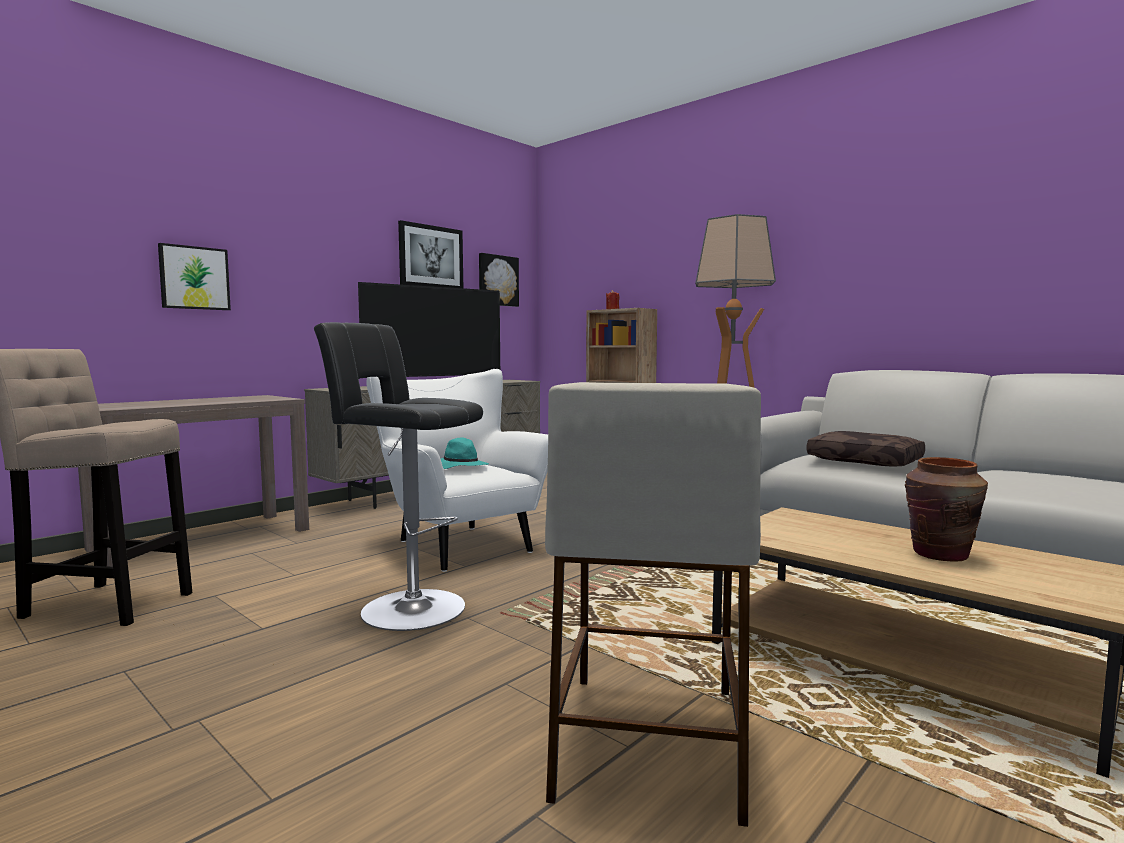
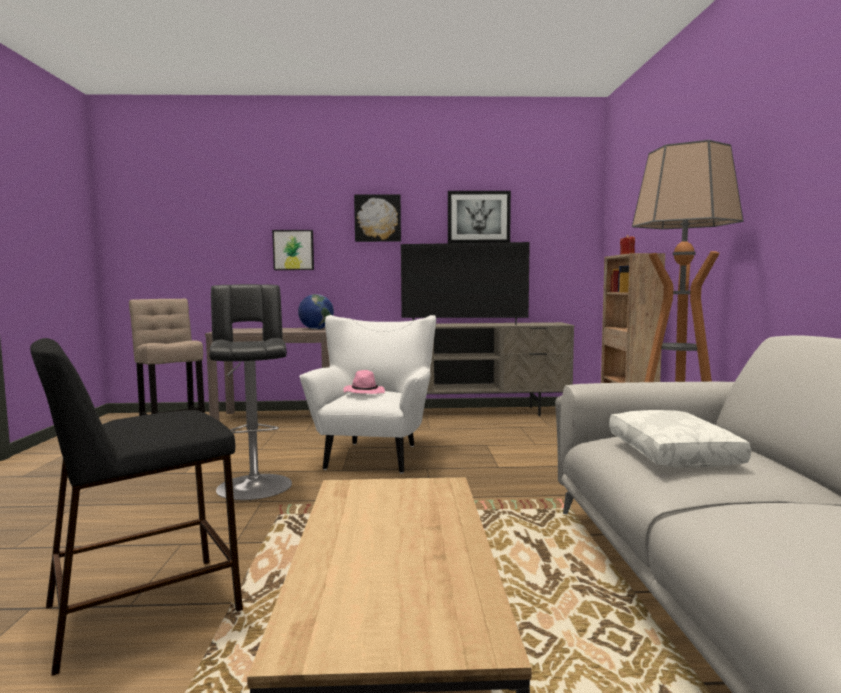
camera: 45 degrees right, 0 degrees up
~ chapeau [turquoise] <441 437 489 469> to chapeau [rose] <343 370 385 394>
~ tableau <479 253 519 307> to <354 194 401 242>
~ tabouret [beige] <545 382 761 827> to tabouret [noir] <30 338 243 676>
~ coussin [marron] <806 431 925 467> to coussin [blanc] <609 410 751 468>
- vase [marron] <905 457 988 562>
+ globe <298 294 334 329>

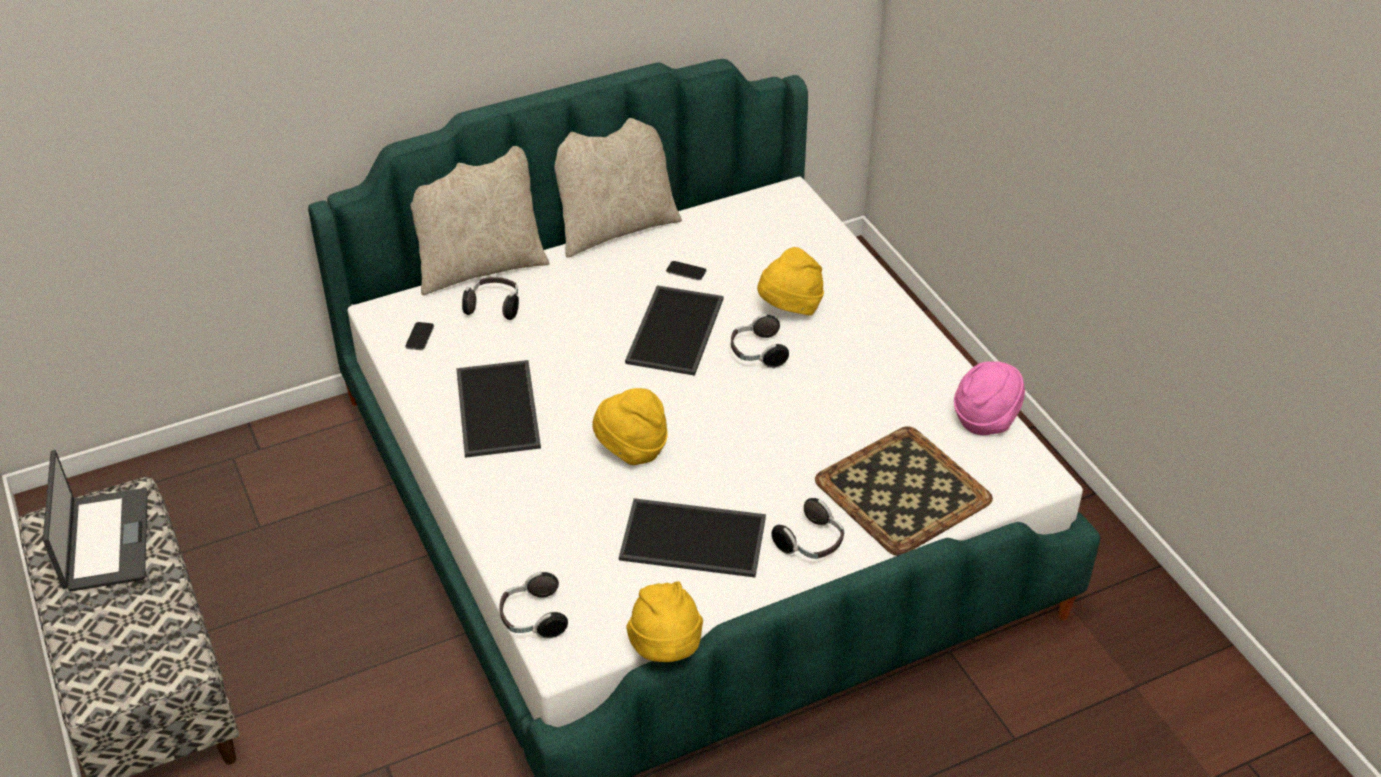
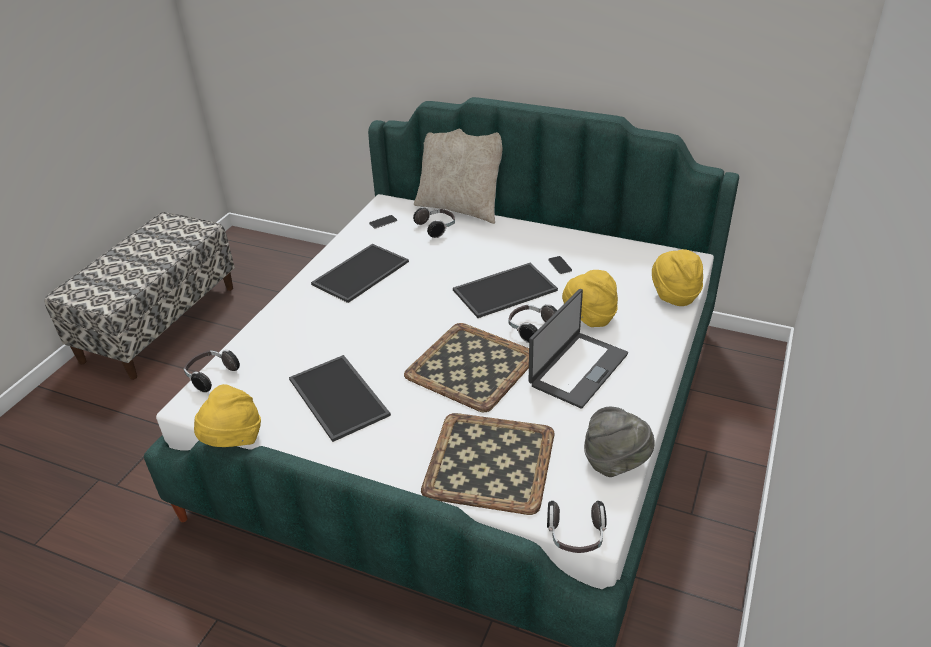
camera: 50 degrees right, 5 degrees down
~ ordinateur portable <43 450 148 592> to <529 289 628 409>
- coussin [beige] <554 118 682 258>
~ chapeau [jaune] <592 388 668 465> to <652 249 703 306>
~ casque audio <772 498 844 559> to <547 501 607 553>
~ chapeau [rose] <954 361 1025 435> to chapeau [gris] <584 407 655 477>
+ plateau <404 323 529 412>

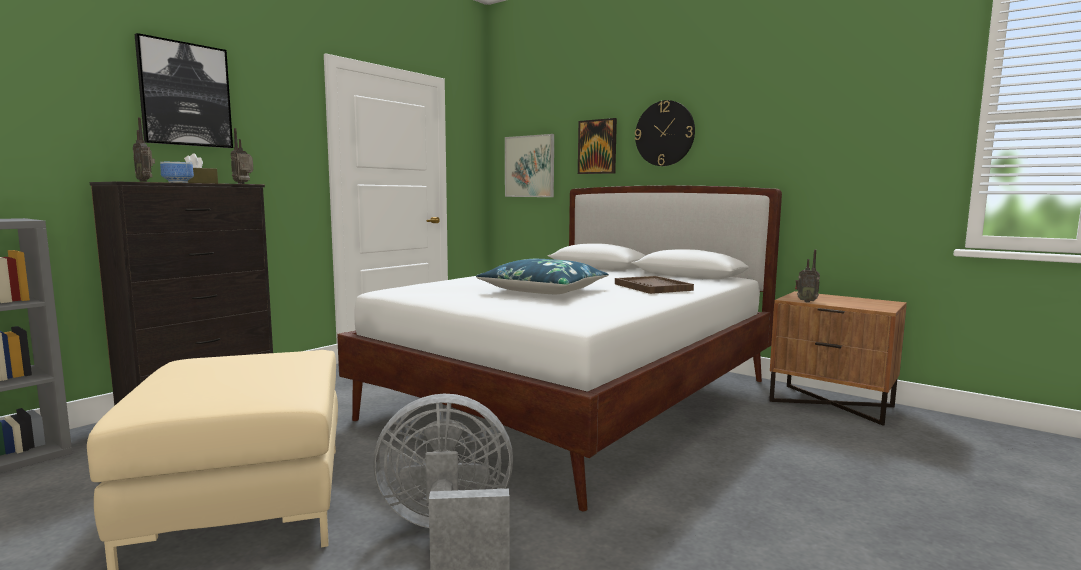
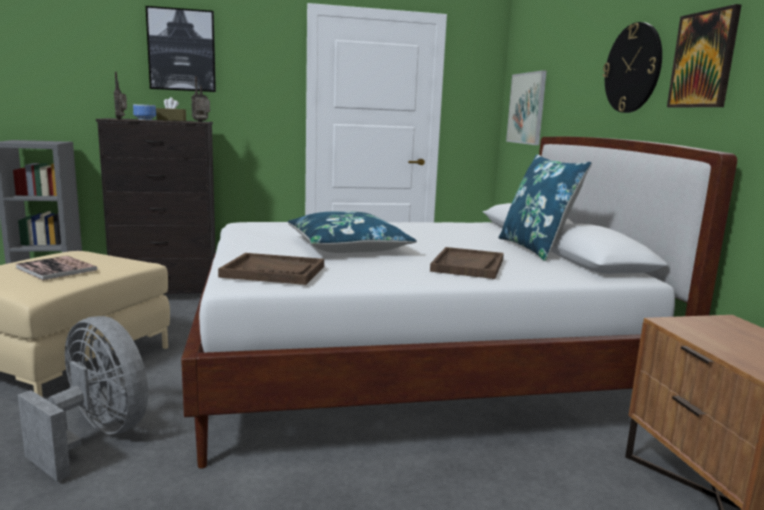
camera: 40 degrees right, 5 degrees up
~ tableau <578 118 617 174> to <667 4 741 108>
- radio <795 249 820 303>
+ livre <16 256 98 280>
+ plateau [marron] <218 253 324 285>
+ coussin [bleu] <499 154 592 261>

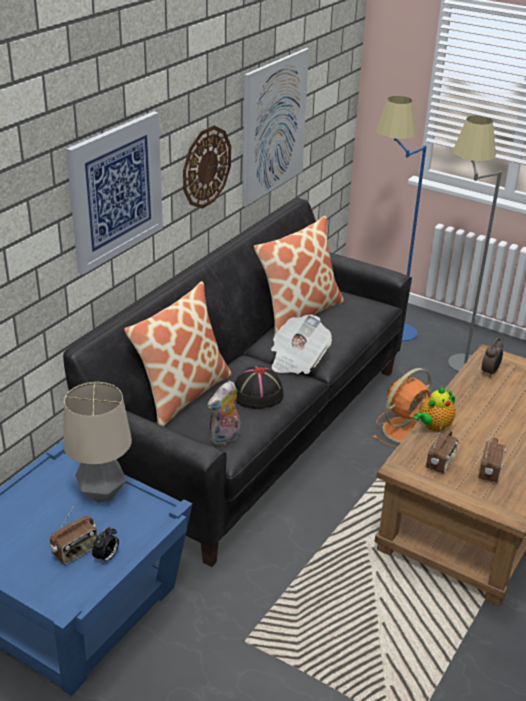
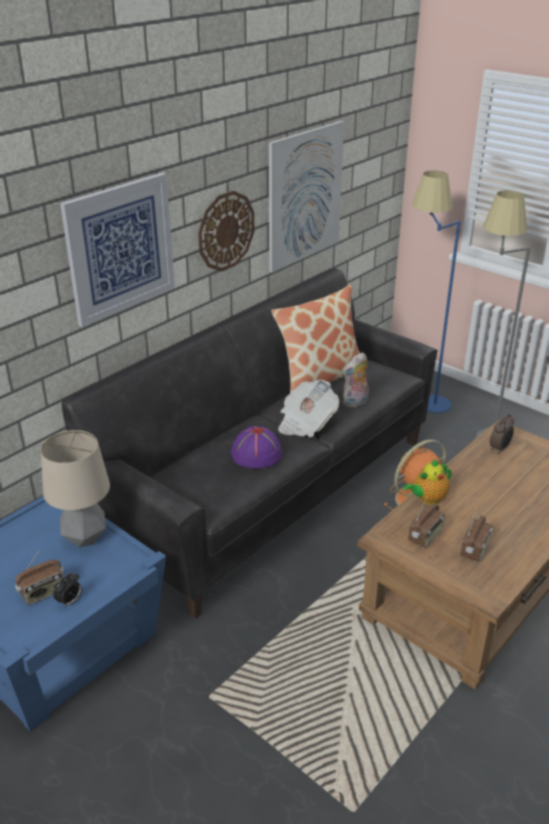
camera: 10 degrees right, 0 degrees up
- coussin <124 281 232 427>
~ peluche <207 381 240 445> to <342 352 369 408>
~ chapeau [noir] <234 366 284 409> to chapeau [violet] <231 426 282 469>

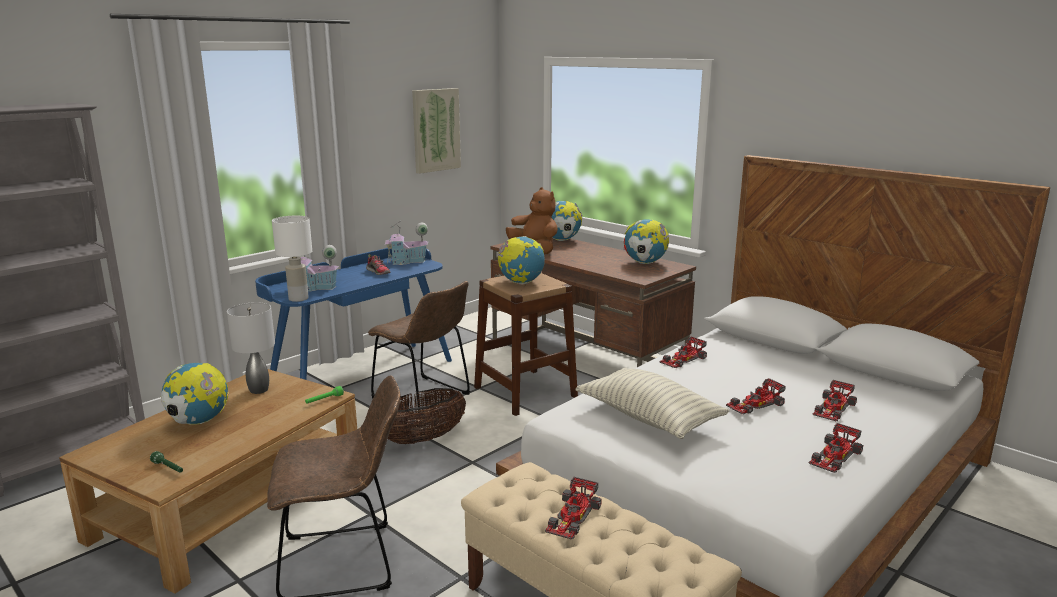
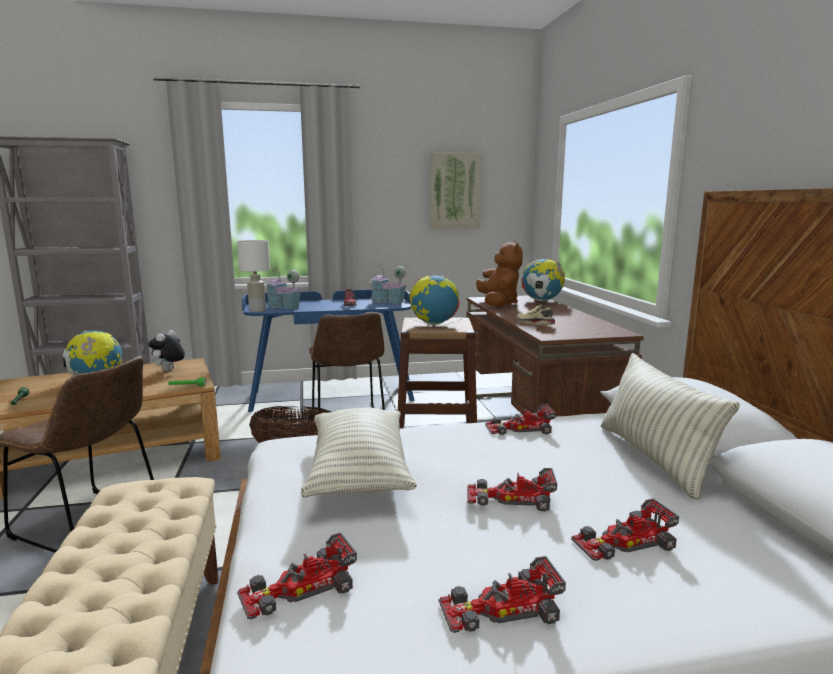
camera: 35 degrees right, 5 degrees down
~ lampe de table [gris] <227 302 275 394> to peluche <148 330 185 371>
~ petite voiture <545 477 602 540> to <237 532 357 620>
- globe <624 219 669 264>
+ chaussure [beige] <516 305 555 325>
+ coussin <601 353 740 500>

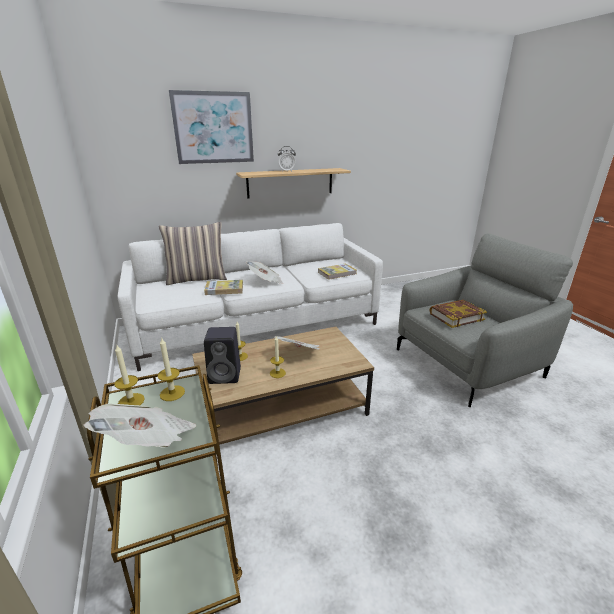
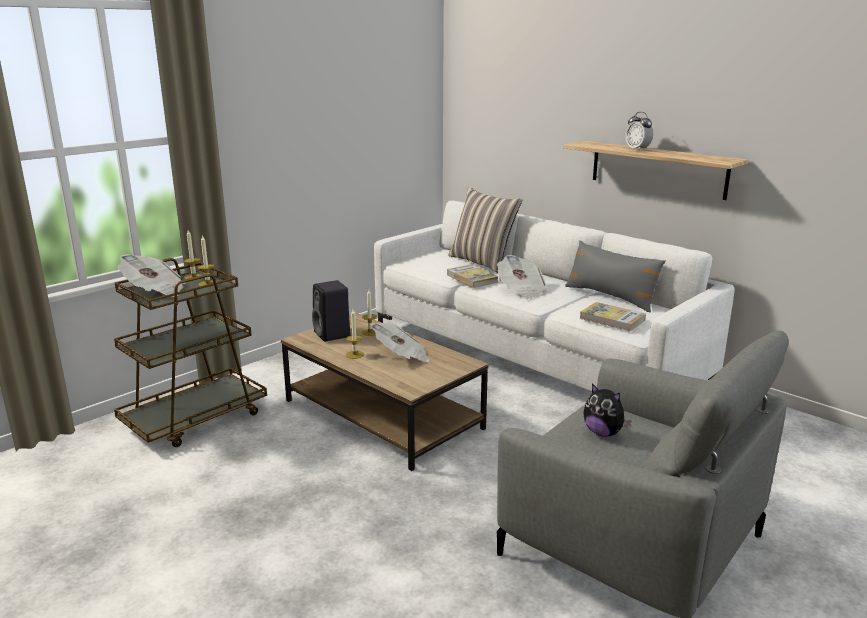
camera: 65 degrees right, 5 degrees down
- tableau <169 90 254 164>
~ livre <429 300 487 328> to peluche <583 383 631 437>
+ coussin [gris] <565 240 666 312>

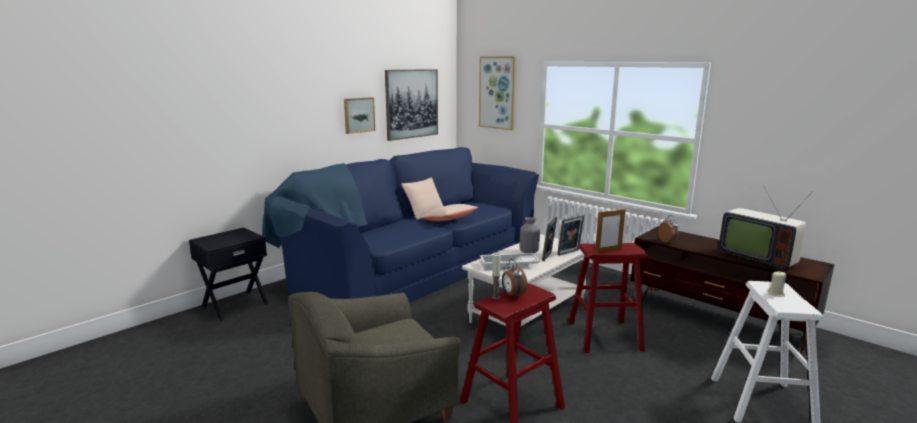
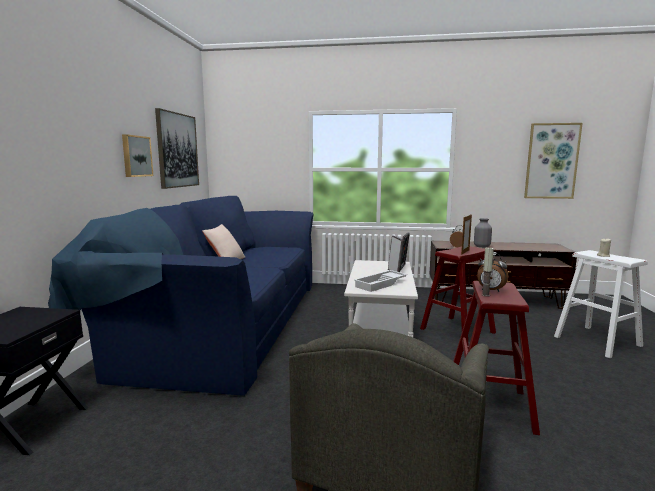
camera: 35 degrees left, 5 degrees down
- coussin [beige] <420 204 478 221>
~ tableau <479 56 516 130> to <524 123 583 199>
~ vase [gris] <520 217 540 253> to <474 218 492 248>
- téléviseur <719 187 813 271>

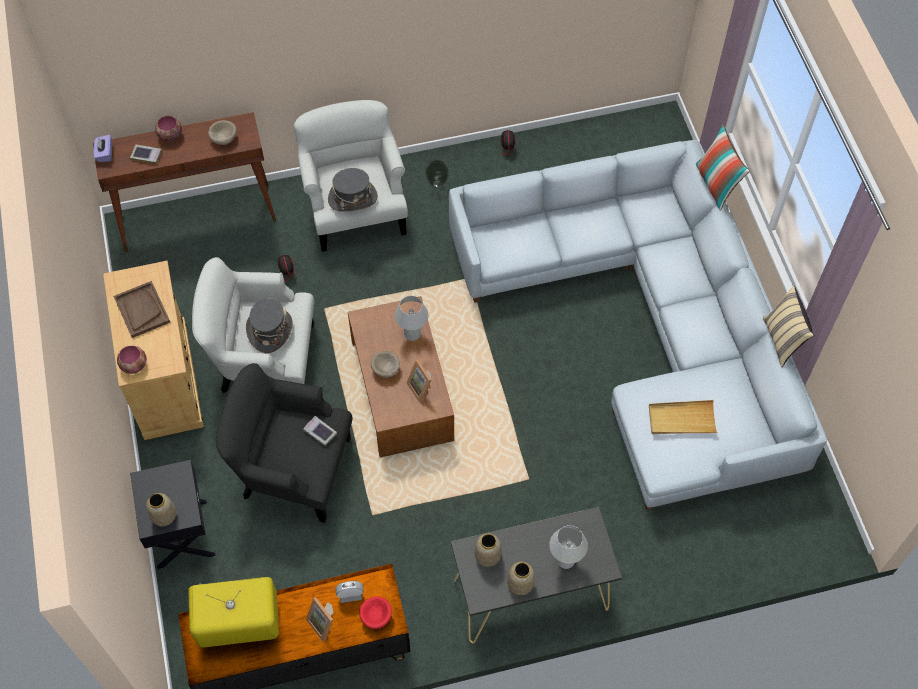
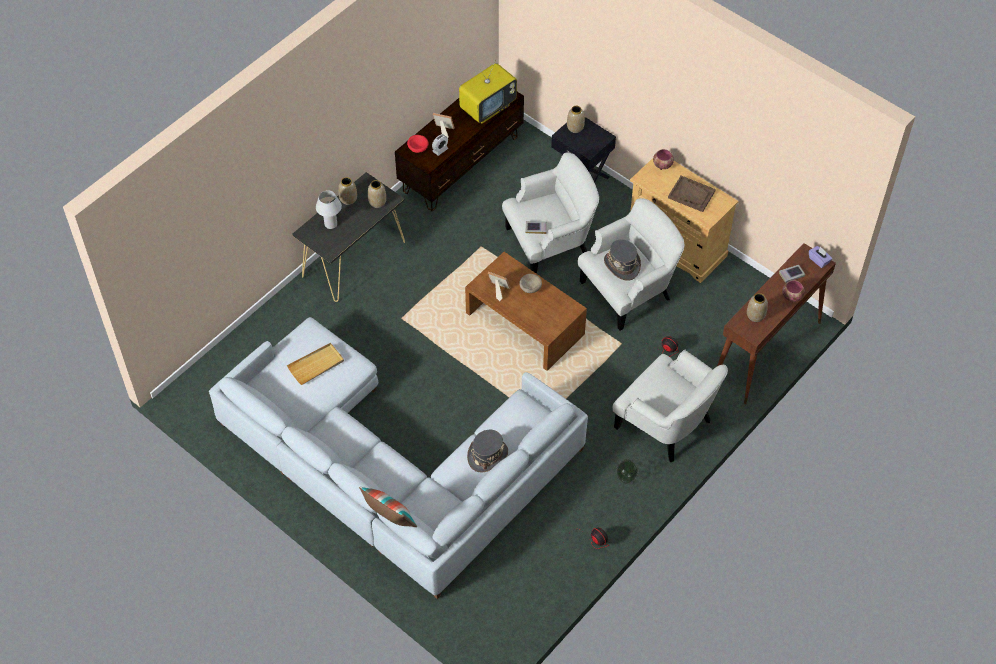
camera: 145 degrees right, 5 degrees down
~ bol [beige] <208 120 237 145> to vase <747 293 768 322>
~ fauteuil [noir] <215 363 353 523> to fauteuil [blanc] <502 153 599 274>
~ chapeau [gris] <328 168 378 212> to <467 430 508 472>
- lampe de table [blanc] <395 296 429 341>
- coussin [beige] <763 286 814 367>

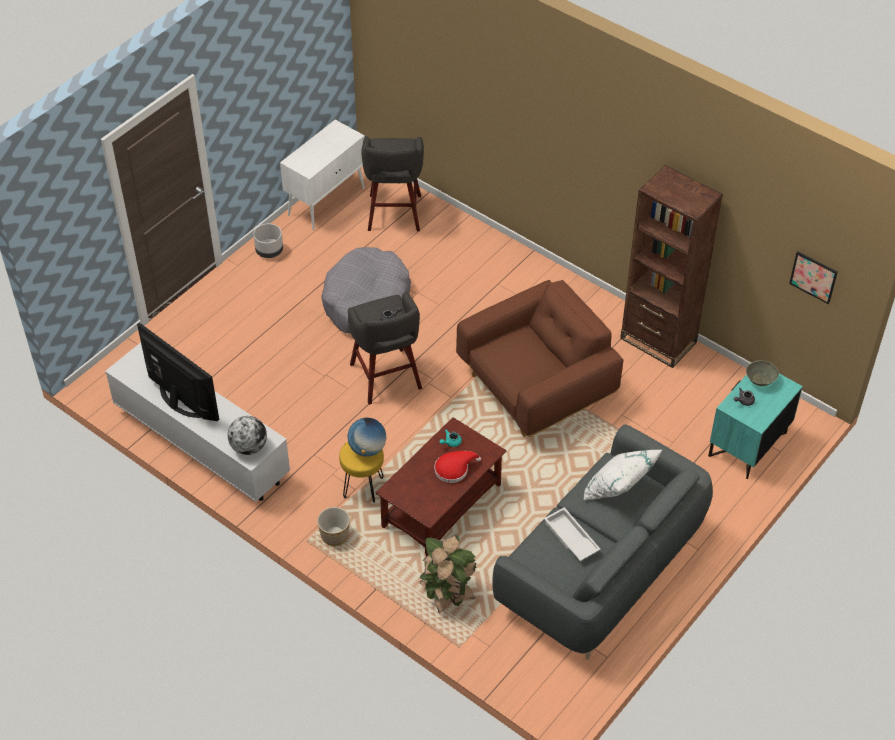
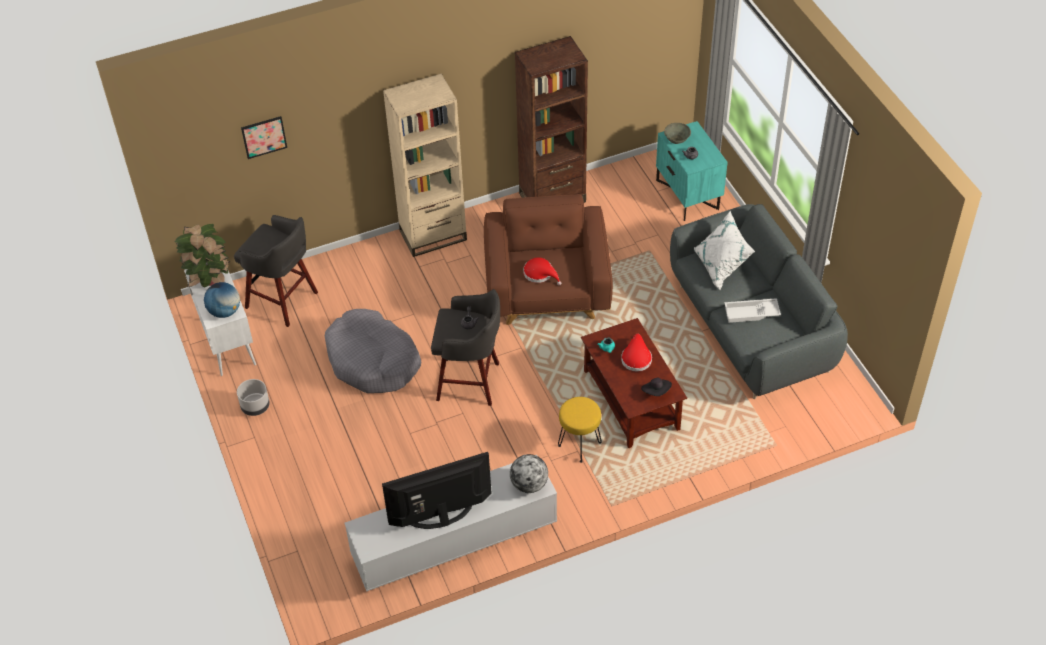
camera: 60 degrees left, 0 degrees up
- cache-pot <317 507 350 546>
~ globe <347 418 386 457> to <204 282 240 318>
~ plante en pot <419 534 477 613> to <175 224 230 288>
~ tableau <789 251 838 304> to <241 116 287 159>
+ bibliothèque [beige] <383 74 467 257>
+ chapeau [rouge] <523 257 562 285>
+ chapeau [noir] <641 378 672 396>

